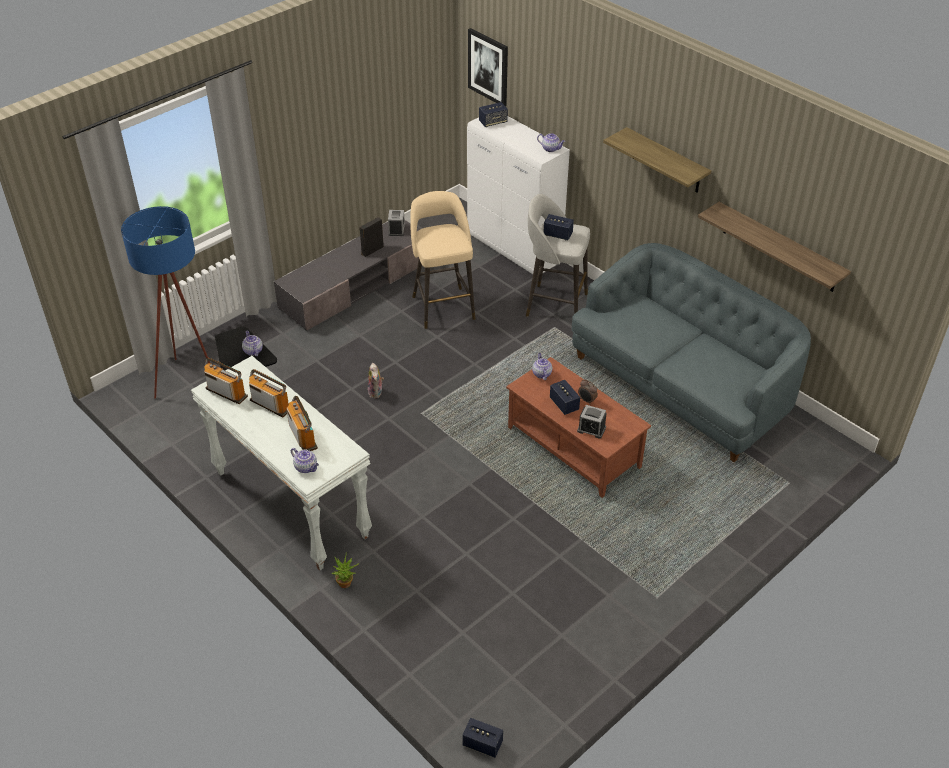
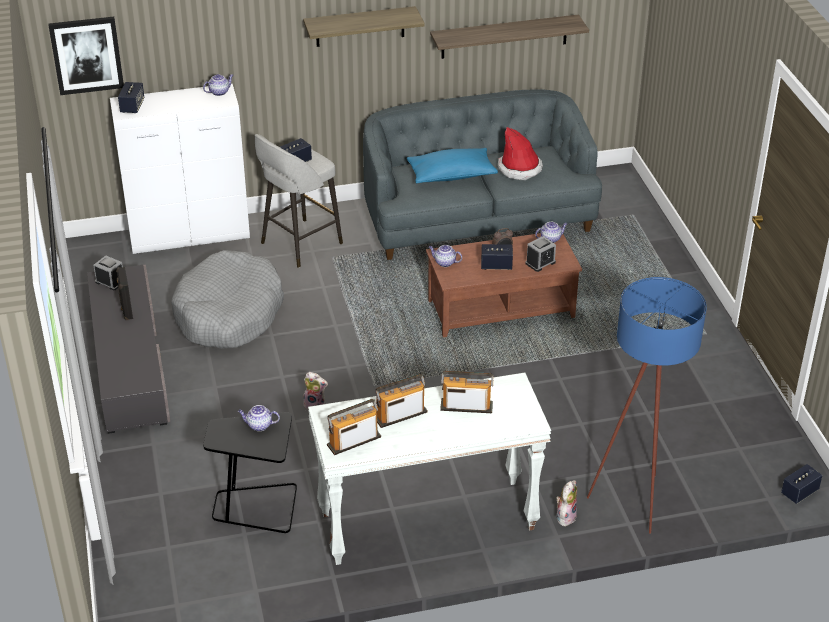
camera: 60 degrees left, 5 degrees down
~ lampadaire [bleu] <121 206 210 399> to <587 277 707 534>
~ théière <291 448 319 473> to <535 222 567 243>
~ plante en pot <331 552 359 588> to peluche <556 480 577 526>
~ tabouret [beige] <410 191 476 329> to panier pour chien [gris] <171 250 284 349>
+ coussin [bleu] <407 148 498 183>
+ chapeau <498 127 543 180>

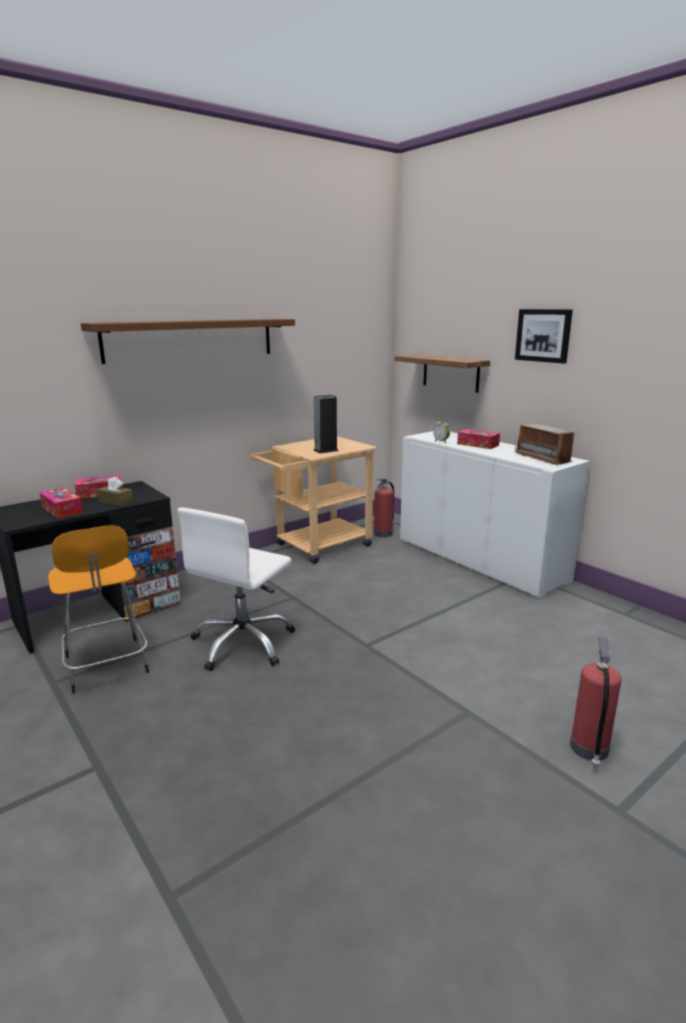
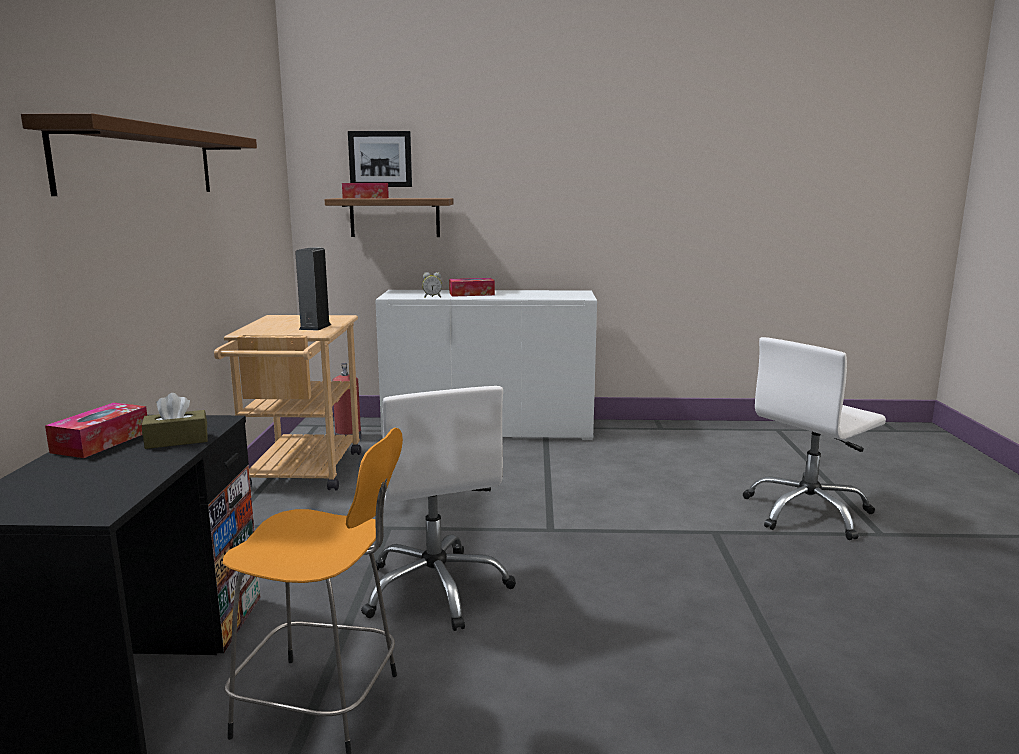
camera: 50 degrees left, 5 degrees down
~ boîte à mouchoirs <40 488 83 518> to <342 183 389 199>
~ tableau <515 309 573 364> to <348 131 412 187>
- radio <515 423 577 466>
~ extincteur <570 637 621 770> to chaise de bureau [blanc] <743 337 886 540>

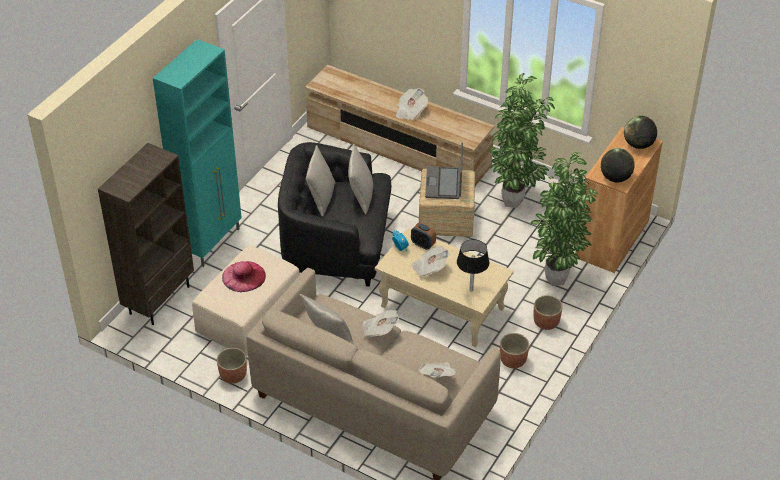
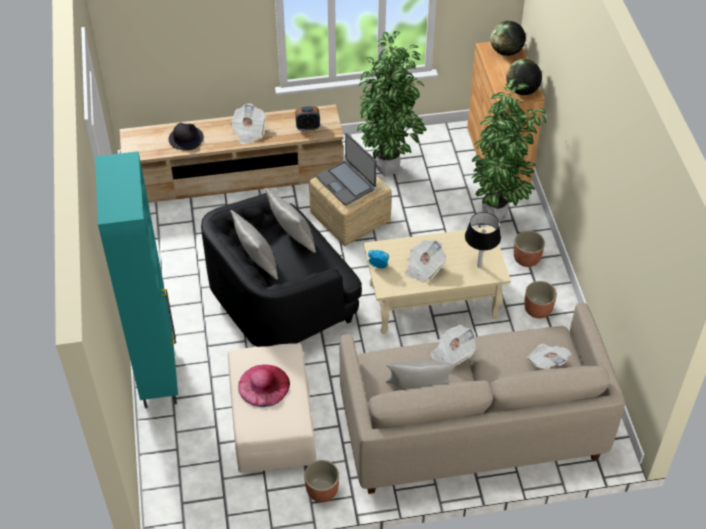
camera: 40 degrees left, 5 degrees up
- bibliothèque [marron] <98 143 194 325>
~ réveil <411 223 436 250> to <295 106 320 131>
+ chapeau [noir] <169 123 204 150>

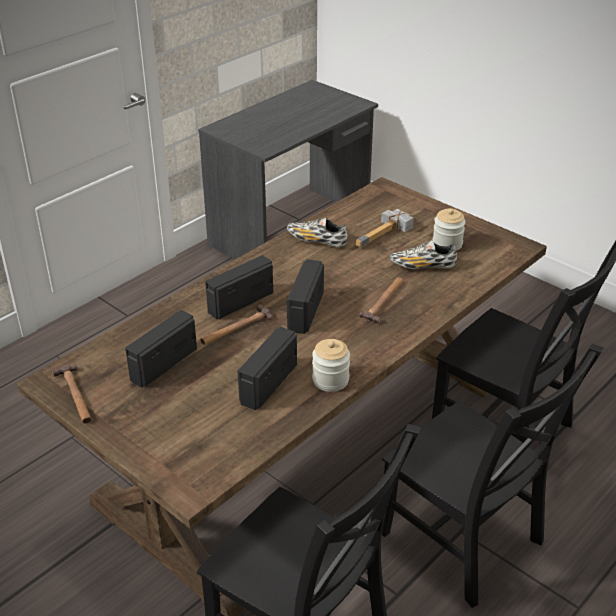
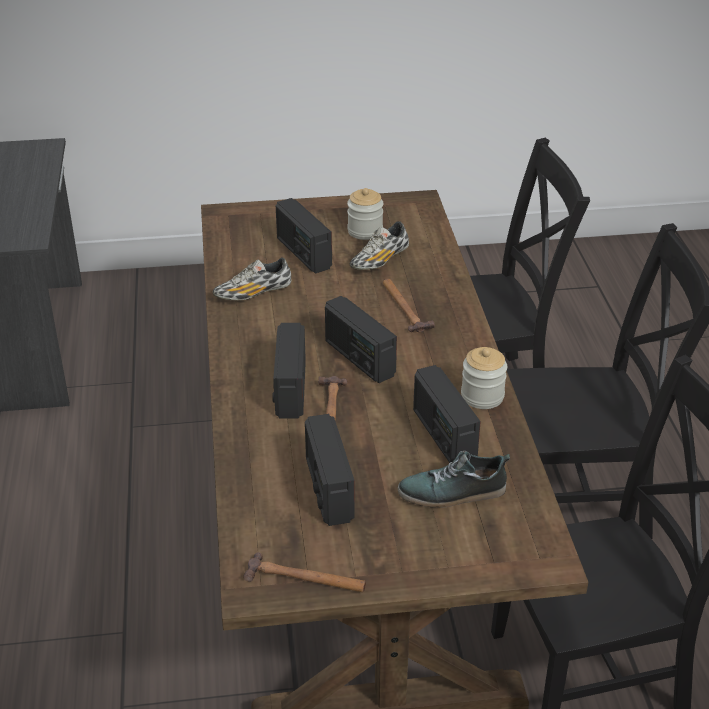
camera: 50 degrees left, 0 degrees up
~ marteau <356 209 414 247> to radio <276 198 332 273>
+ chaussure <398 451 510 508>

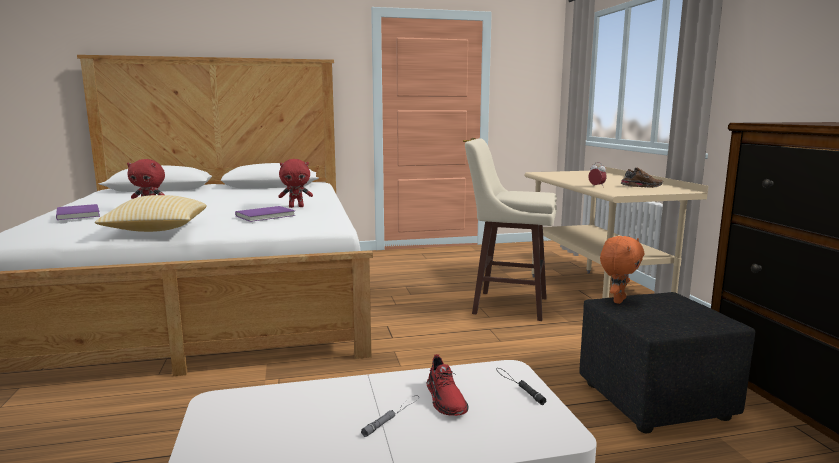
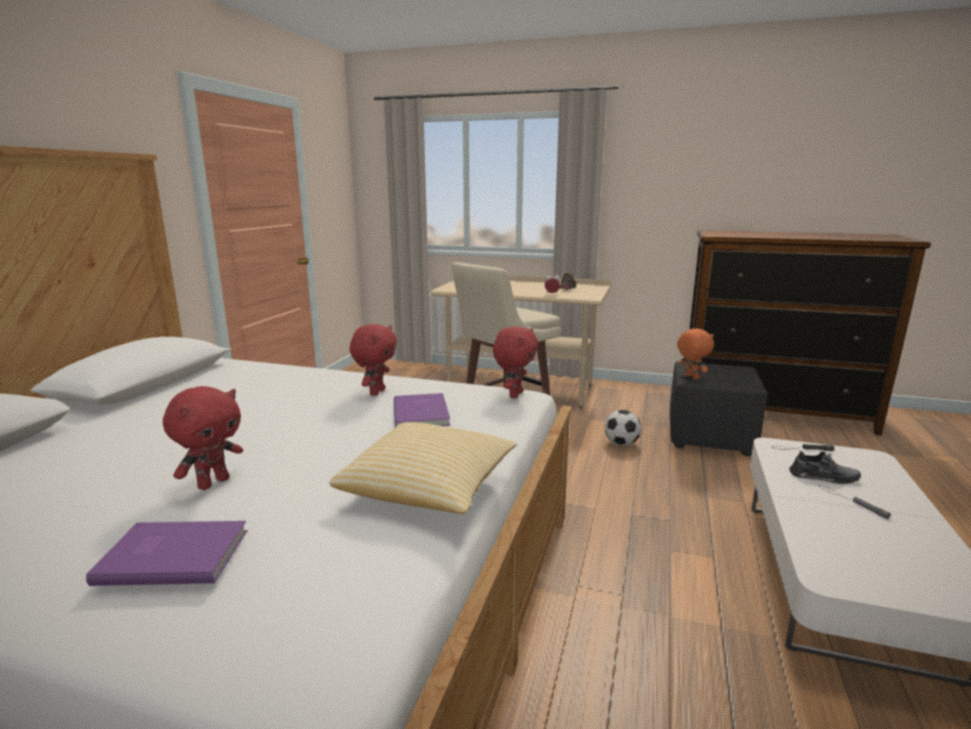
camera: 60 degrees left, 5 degrees up
~ chaussure [rouge] <427 354 469 416> to chaussure [gris] <789 450 861 484>
+ peluche [rouge] <493 326 538 398>
+ ballon de foot <605 410 641 446>

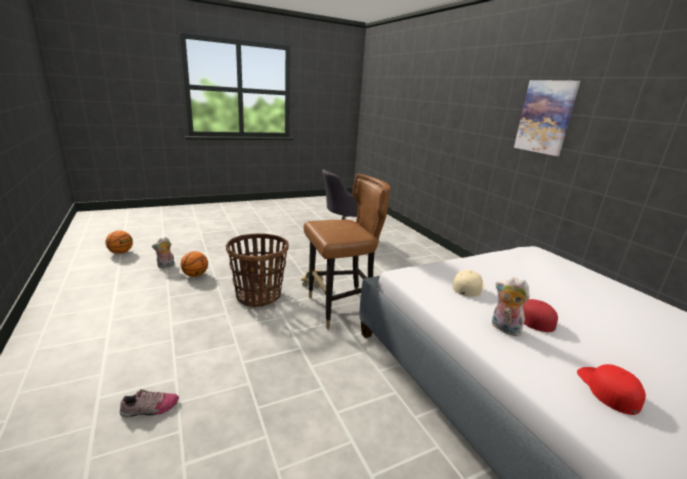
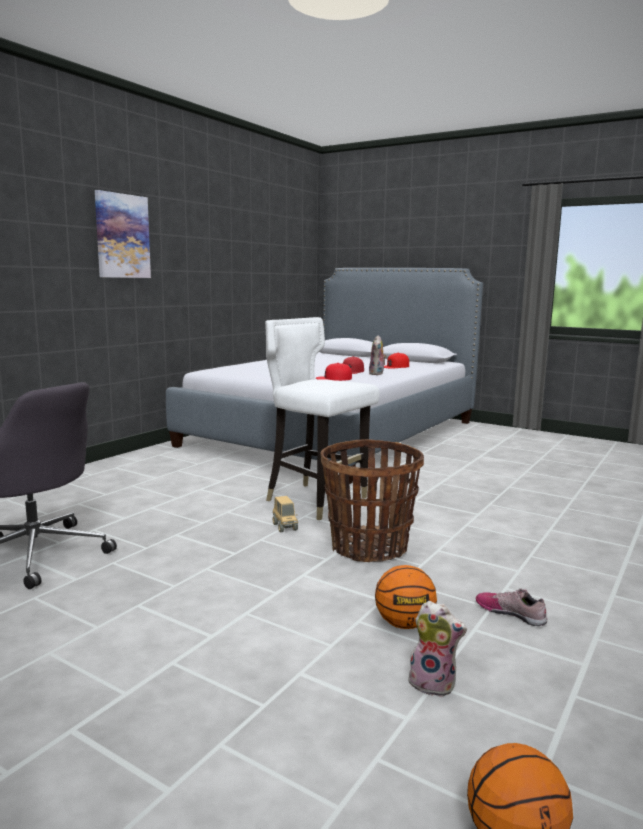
camera: 120 degrees left, 10 degrees down
~ chaussure <120 389 179 417> to <476 589 547 626>
~ chaise [marron] <304 174 391 329> to chaise [blanc] <265 317 380 520>
~ casquette [beige] <452 270 485 297> to casquette [rouge] <316 363 352 381>

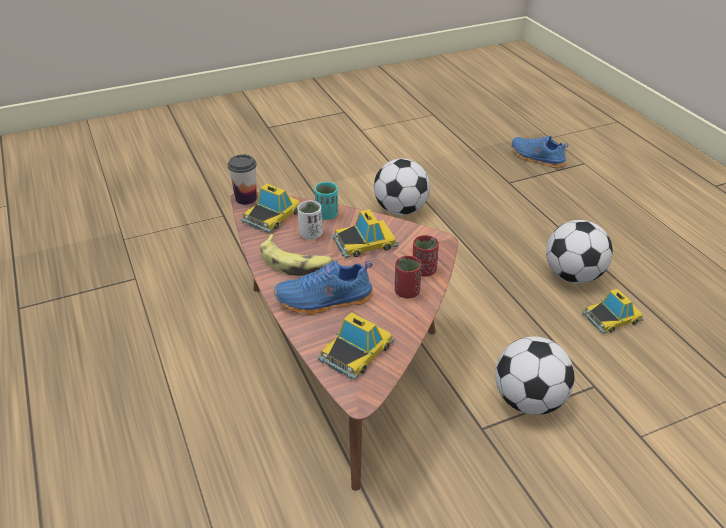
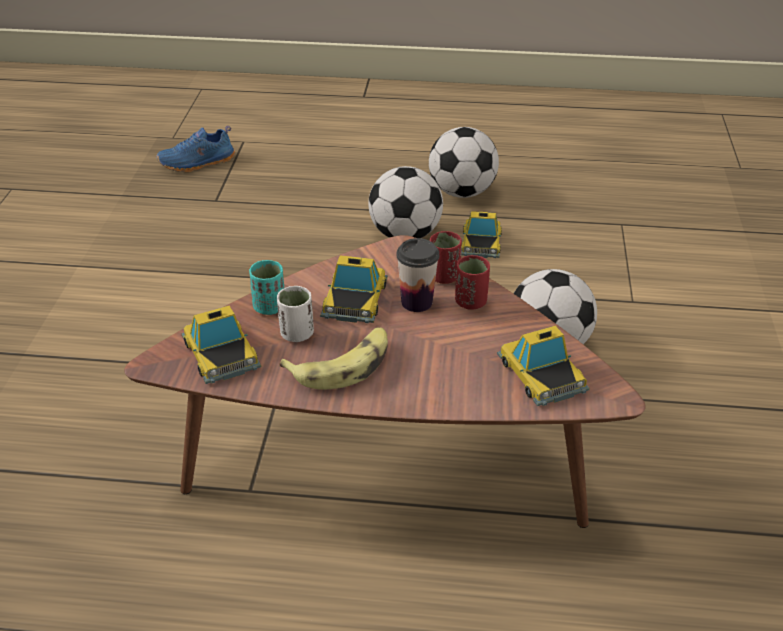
camera: 60 degrees left, 0 degrees up
~ tasse <228 154 257 205> to <396 238 439 312>
- chaussure [bleu] <274 260 374 315>
~ ballon de foot <374 158 430 215> to <429 127 499 198>

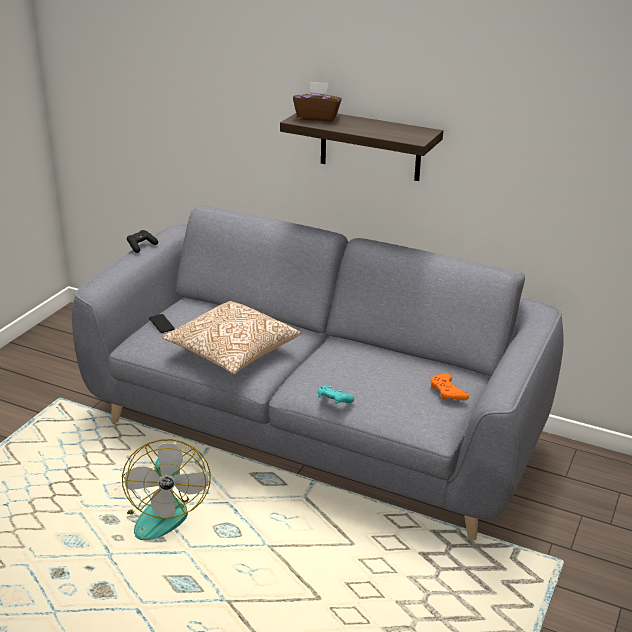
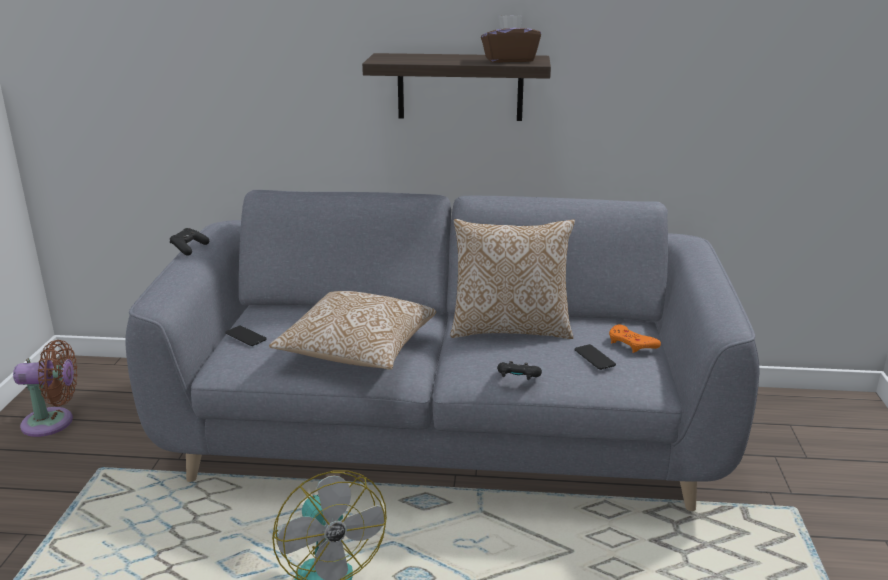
camera: 20 degrees left, 5 degrees down
~ boîte à mouchoirs [marron] <293 81 342 122> to <481 15 541 63>
~ manette [turquoise] <318 386 354 404> to manette [noir] <497 361 542 380>
+ ventilateur [marron] <13 340 77 437>
+ coussin <450 219 575 339>
+ téléphone <575 344 616 370>

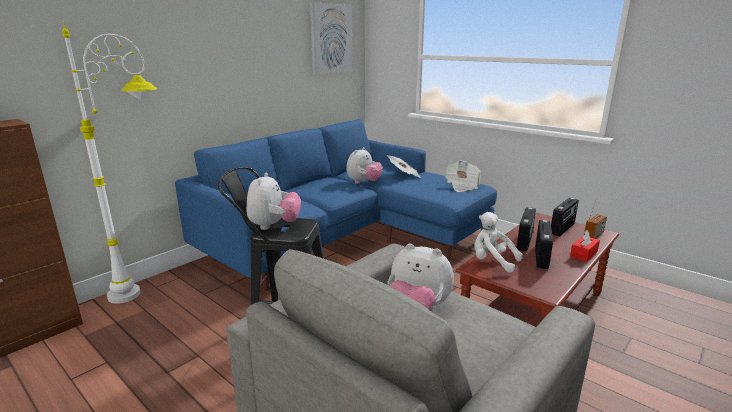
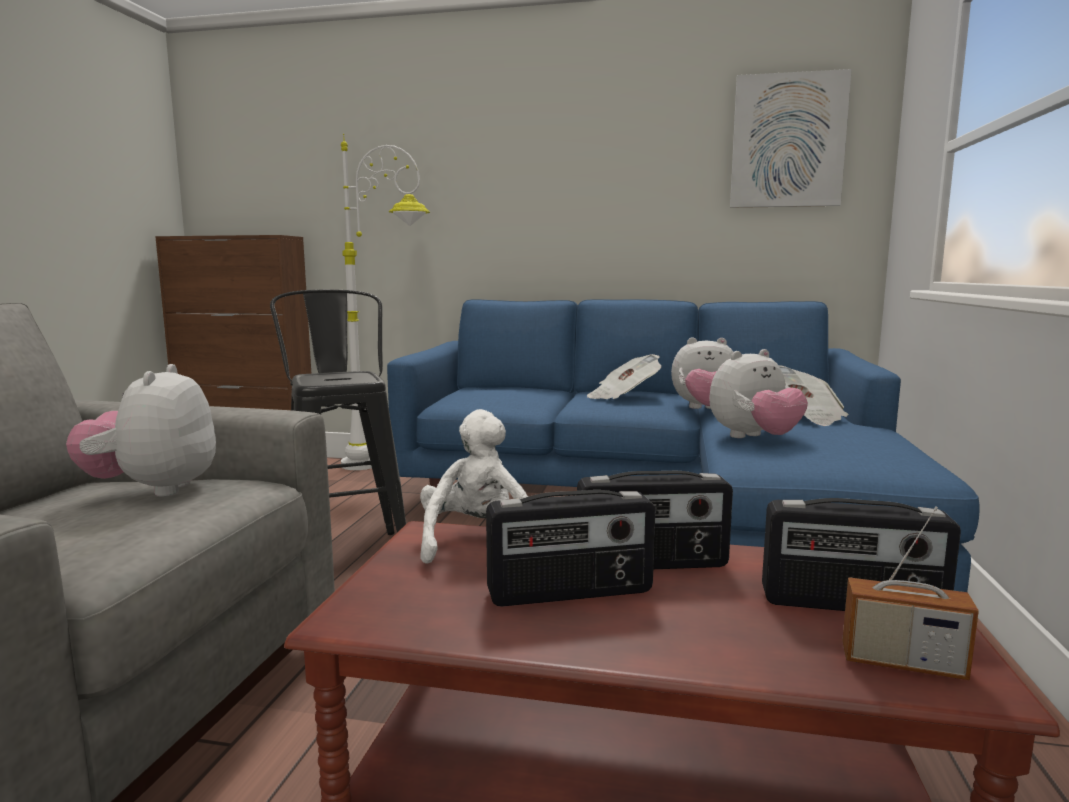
camera: 60 degrees right, 10 degrees down
~ peluche <246 173 301 230> to <709 349 808 438>
~ journal <444 161 481 192> to <587 354 662 399>
- boîte à mouchoirs [rouge] <570 230 600 262>

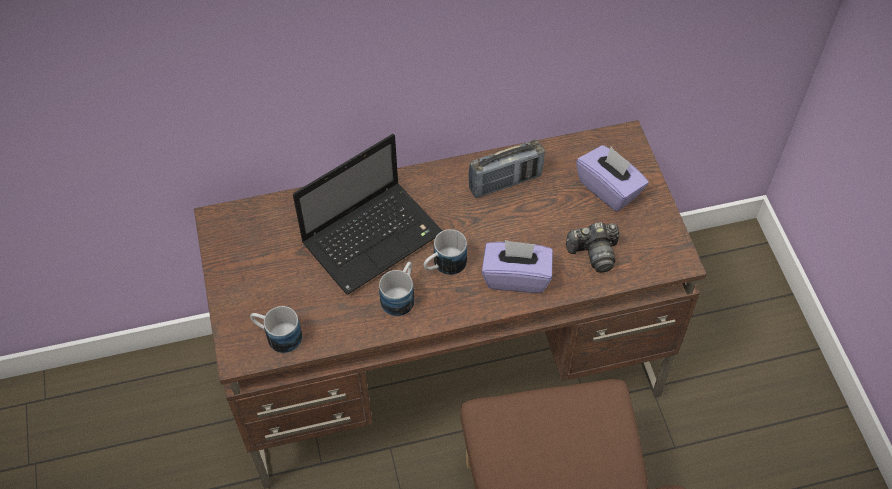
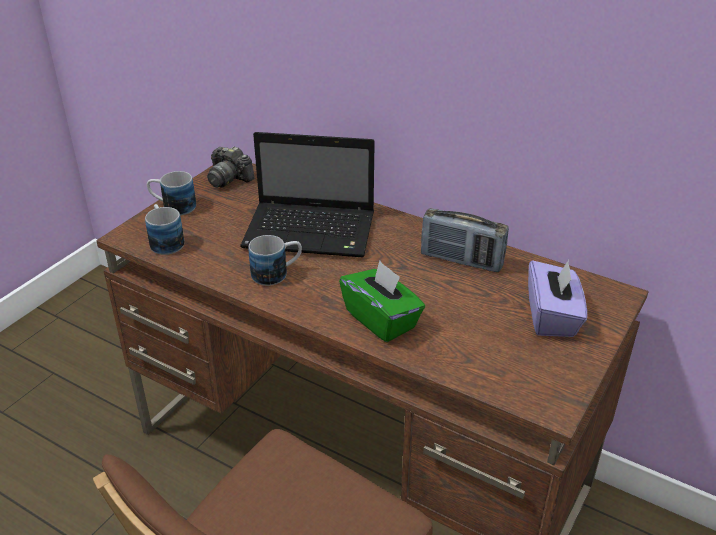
camera: 45 degrees right, 20 degrees down
~ mug <424 229 467 275> to <147 171 196 216>
~ boîte à mouchoirs [violet] <482 240 553 293> to boîte à mouchoirs [vert] <339 260 425 342>
~ appareil photo <566 222 620 273> to <207 146 255 188>

